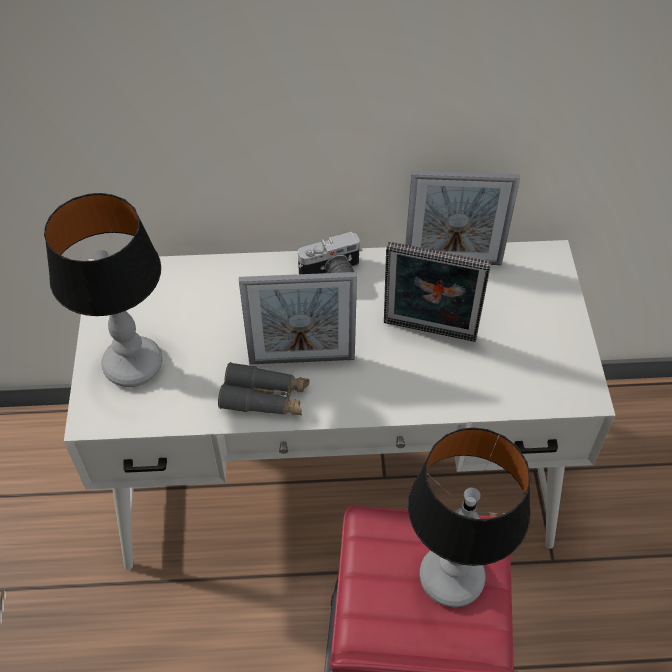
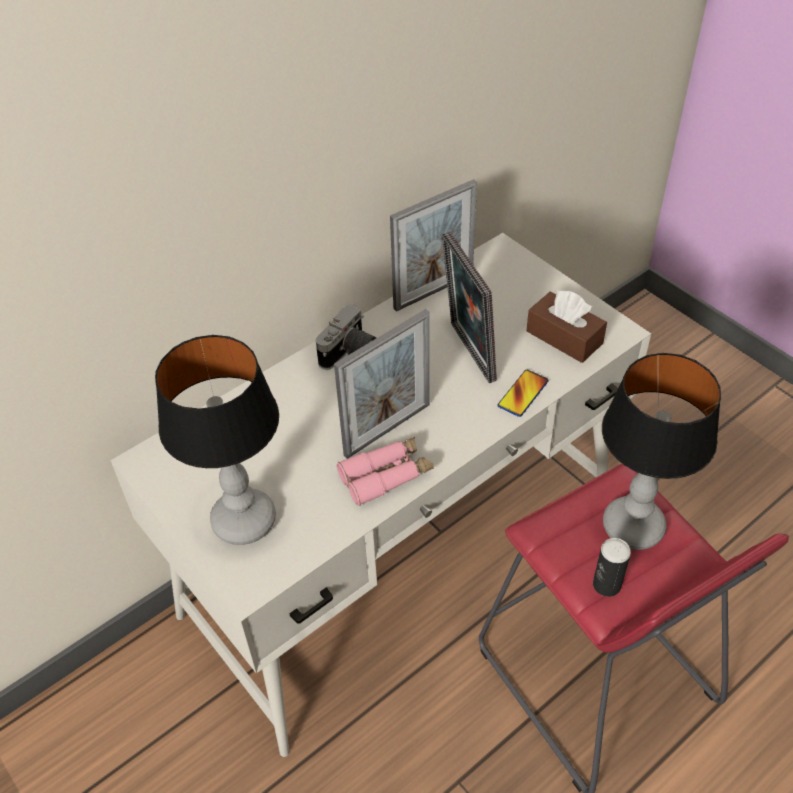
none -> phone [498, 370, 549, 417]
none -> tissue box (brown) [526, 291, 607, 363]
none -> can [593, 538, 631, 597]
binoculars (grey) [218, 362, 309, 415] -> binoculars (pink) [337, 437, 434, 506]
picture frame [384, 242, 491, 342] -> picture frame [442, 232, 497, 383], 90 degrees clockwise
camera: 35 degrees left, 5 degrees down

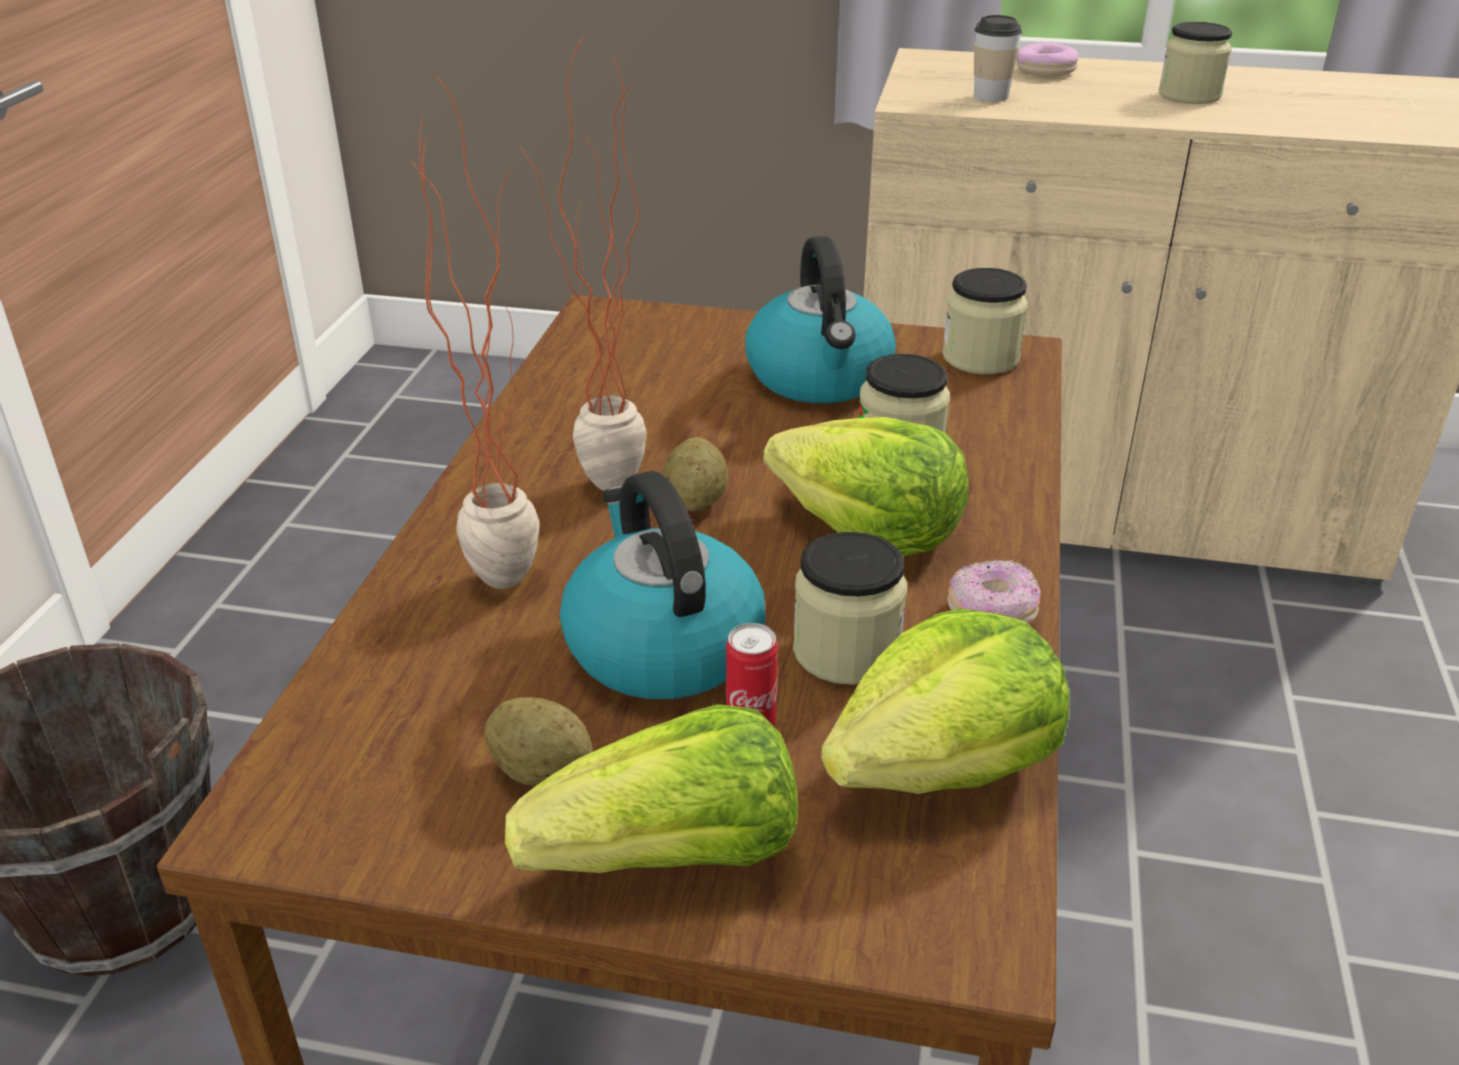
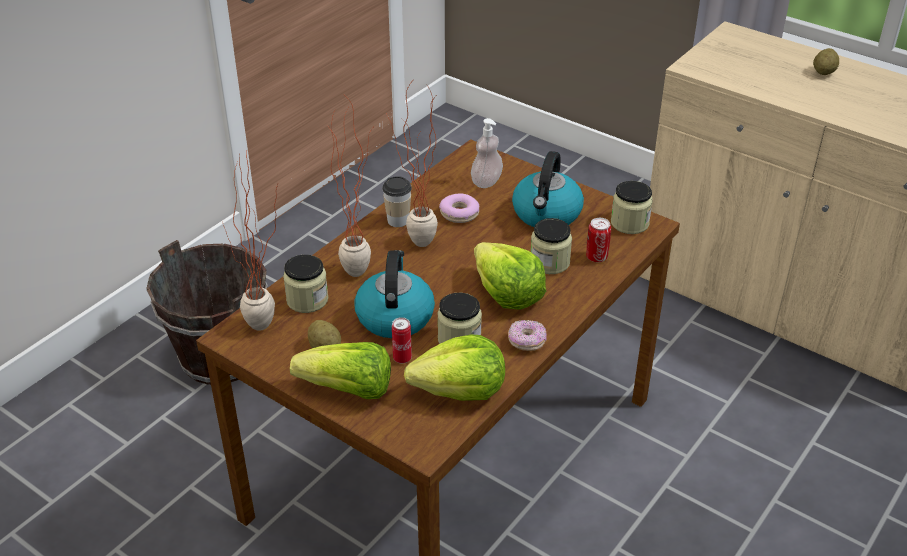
none -> potted plant [222, 152, 278, 331]
none -> soap dispenser [471, 118, 503, 188]
none -> can [586, 218, 611, 262]
potato [662, 437, 728, 511] -> potato [813, 48, 839, 75], shifted
cup [974, 15, 1022, 102] -> cup [382, 176, 412, 227], shifted
donut [1016, 42, 1079, 77] -> donut [439, 194, 479, 223], shifted
jar [1159, 22, 1232, 104] -> jar [283, 255, 328, 313], shifted
camera: 25 degrees right, 5 degrees up

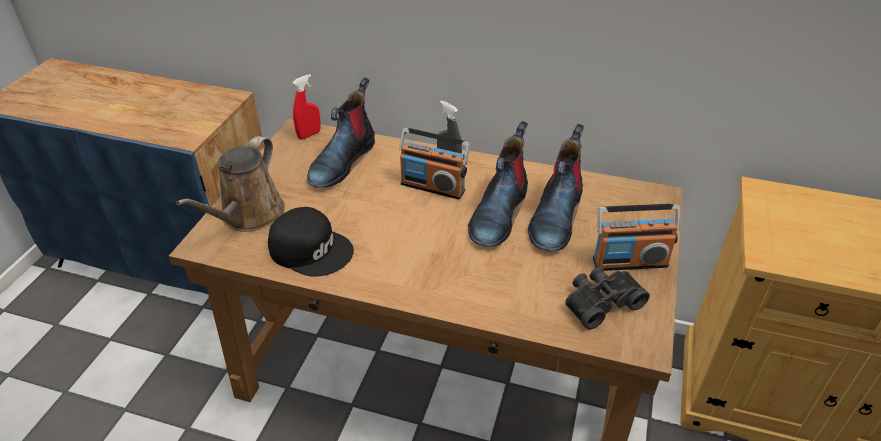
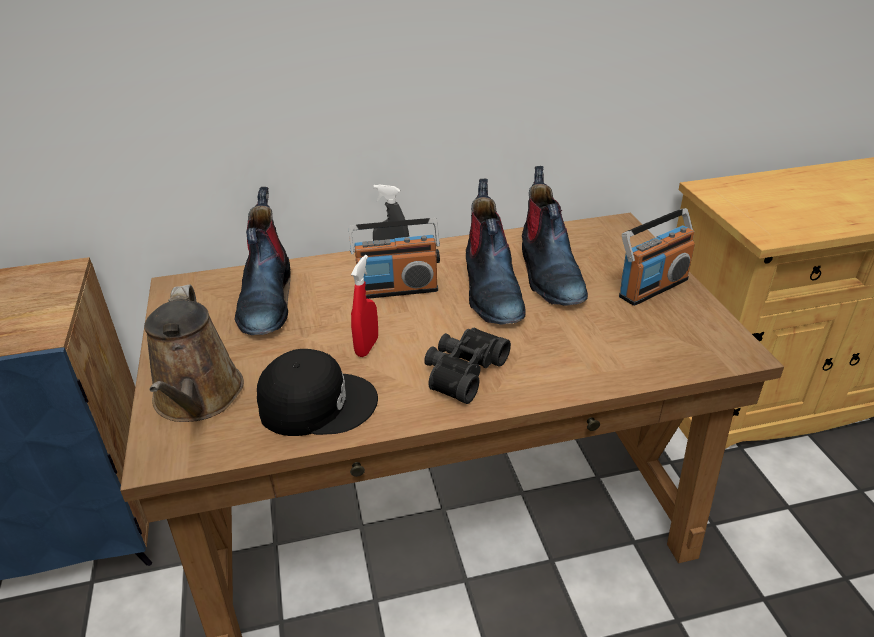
spray bottle (red) [293, 74, 321, 139] -> spray bottle (red) [351, 255, 378, 357], shifted
binoculars (black) [565, 267, 650, 330] -> binoculars (black) [424, 328, 511, 404], shifted
camera: 30 degrees left, 5 degrees down

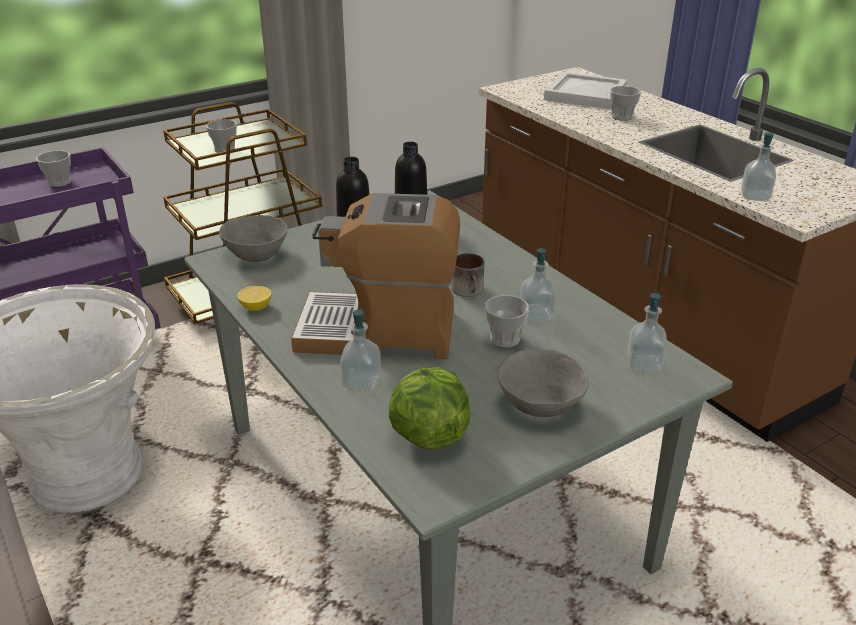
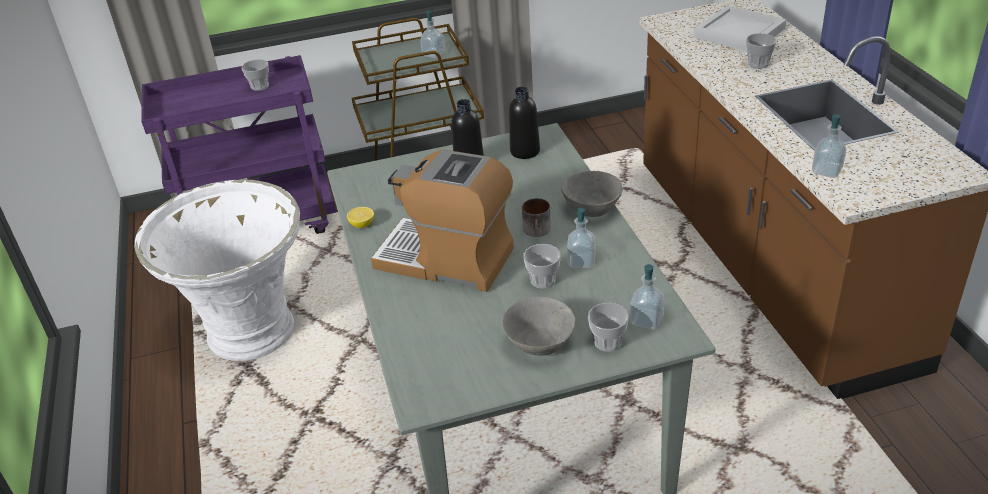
lettuce [389, 367, 471, 450] -> none
cup [206, 119, 237, 153] -> cup [588, 303, 629, 352], shifted
bowl (grey) [219, 215, 288, 262] -> bowl (grey) [562, 171, 623, 217], shifted
soap dispenser [340, 309, 381, 391] -> soap dispenser [420, 11, 445, 58], shifted
camera: 20 degrees right, 5 degrees up

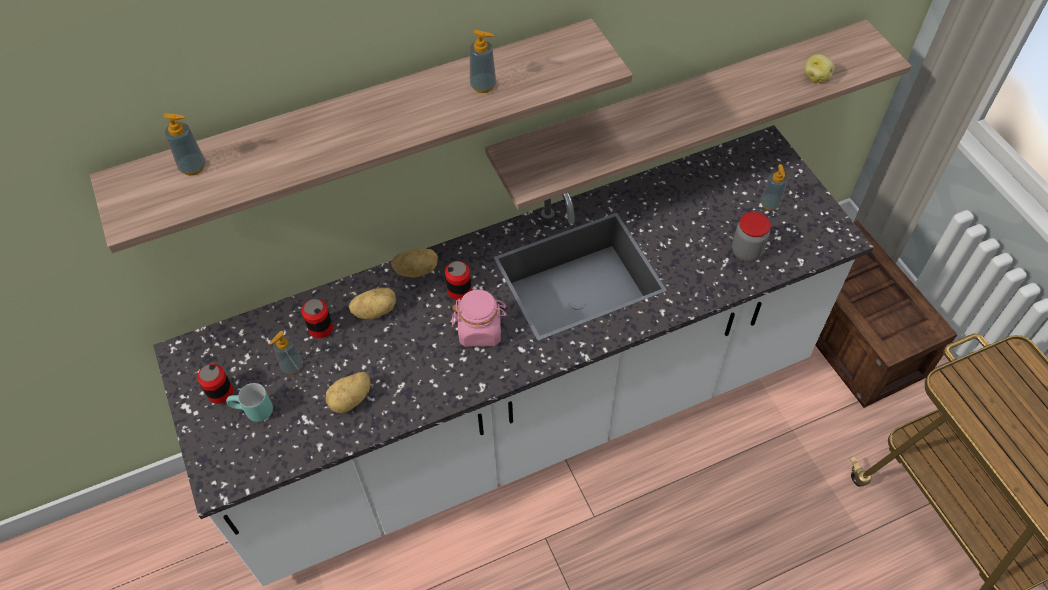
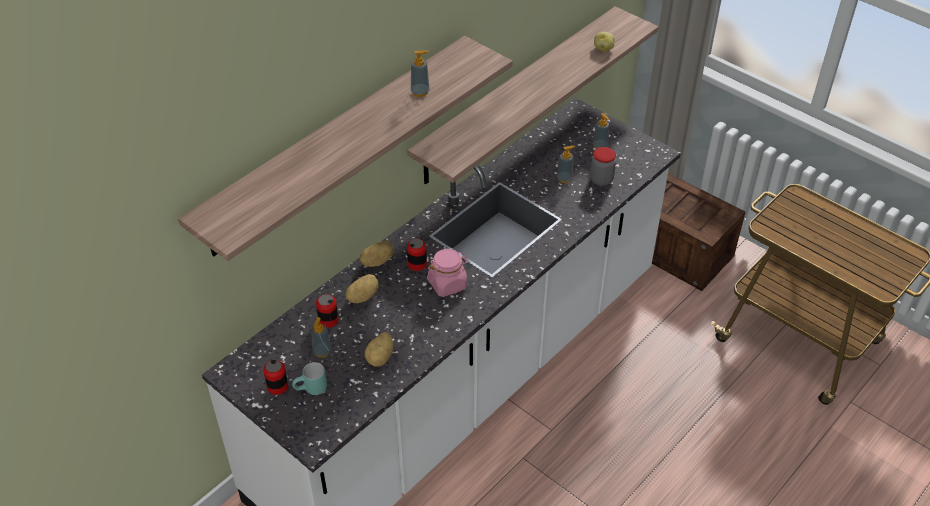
soap dispenser [163, 113, 206, 176] -> soap dispenser [557, 146, 576, 183], shifted
camera: 25 degrees left, 10 degrees down

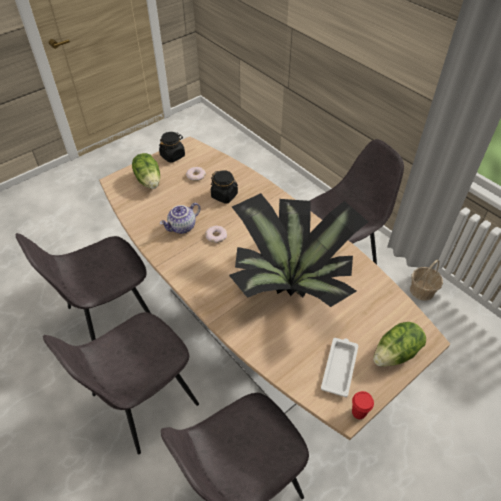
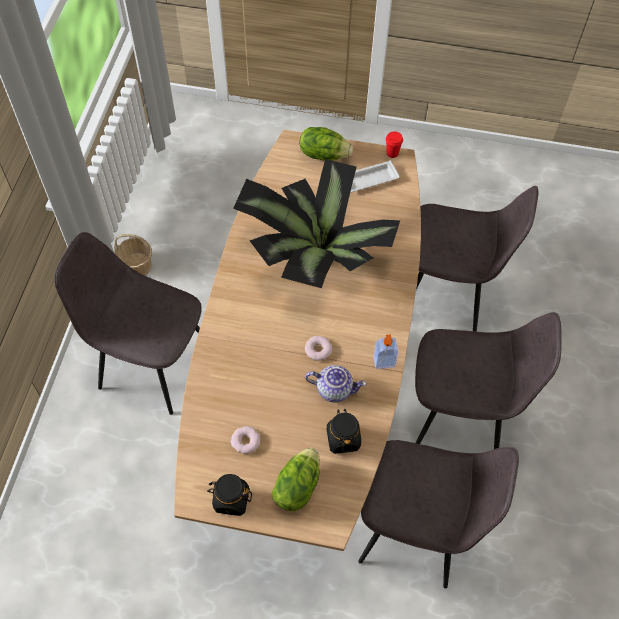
none -> soap dispenser [373, 335, 398, 369]
jar (black) [211, 170, 238, 204] -> jar (black) [327, 409, 361, 454], shifted
camera: 130 degrees left, 10 degrees up

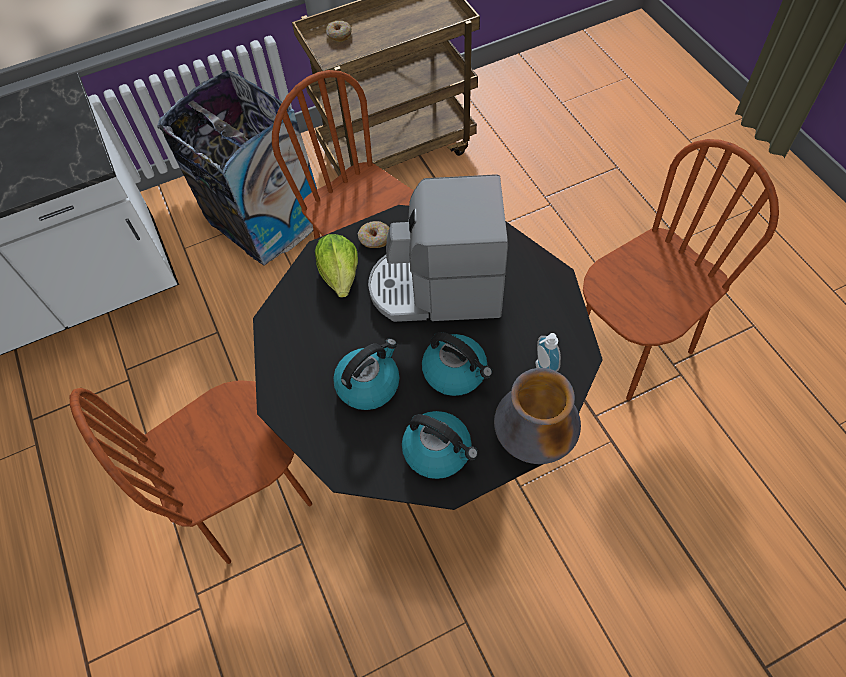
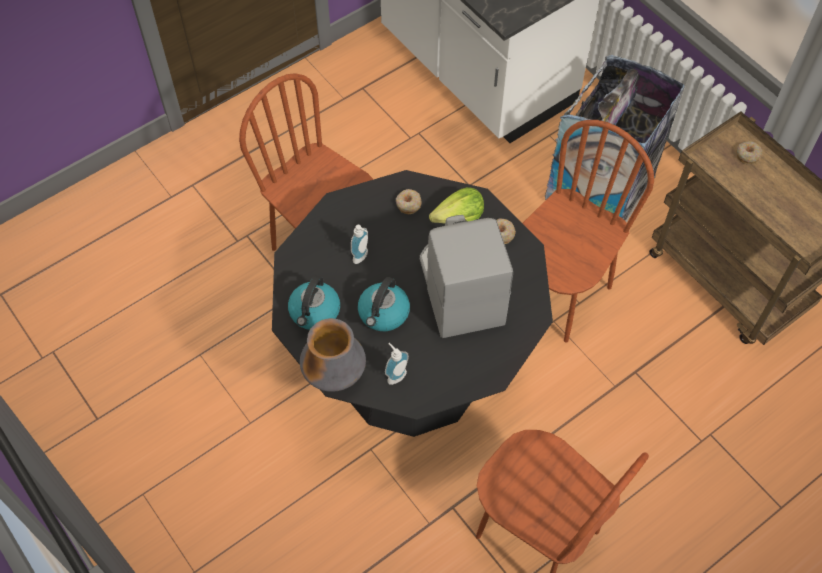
none -> donut [396, 189, 422, 214]
kettle [333, 338, 399, 410] -> soap dispenser [351, 225, 368, 264]
camera: 75 degrees right, 0 degrees up

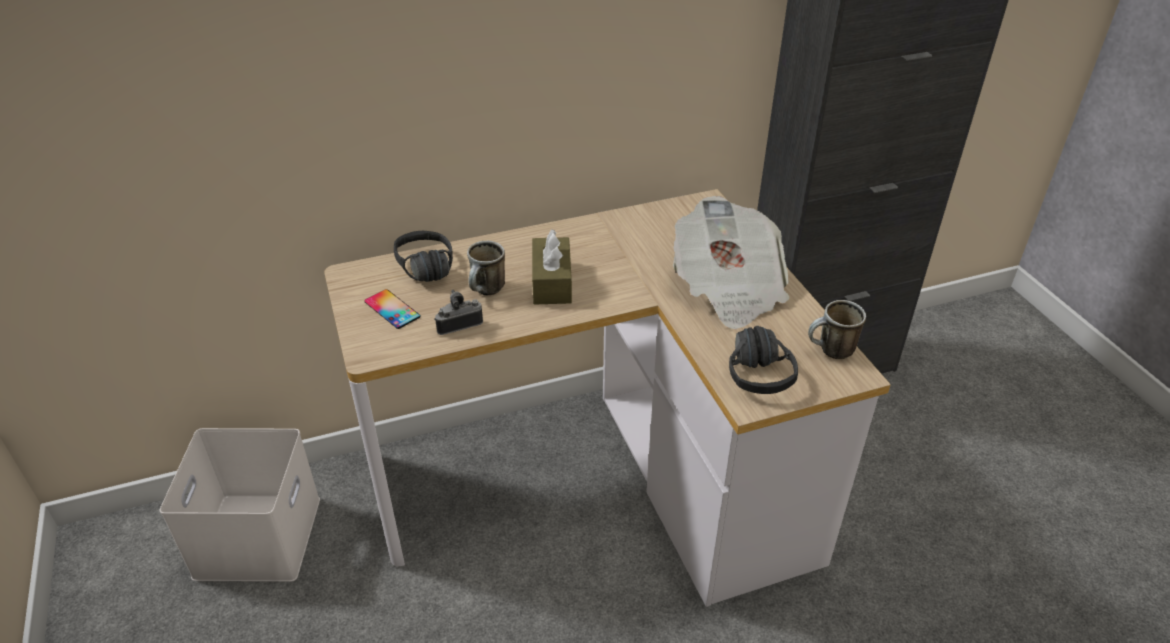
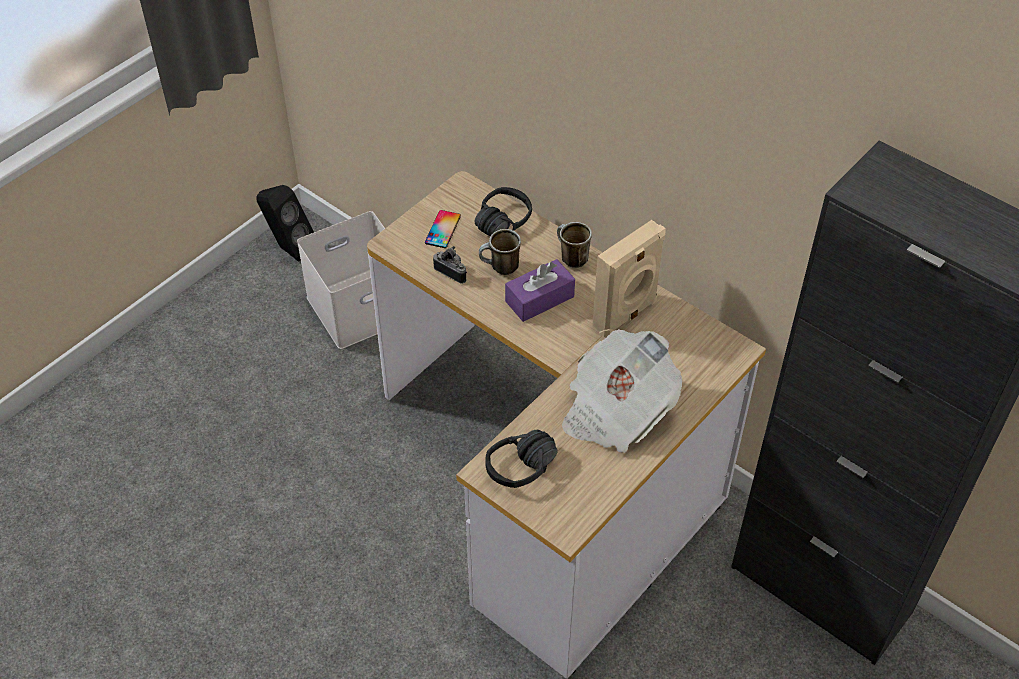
none -> speaker (black) [256, 185, 314, 261]
none -> speaker (beige) [592, 220, 666, 337]
mug [808, 300, 866, 359] -> mug [557, 222, 592, 268], shifted
tissue box (brown) [532, 229, 572, 305] -> tissue box (purple) [505, 259, 575, 322]
camera: 60 degrees right, 10 degrees up

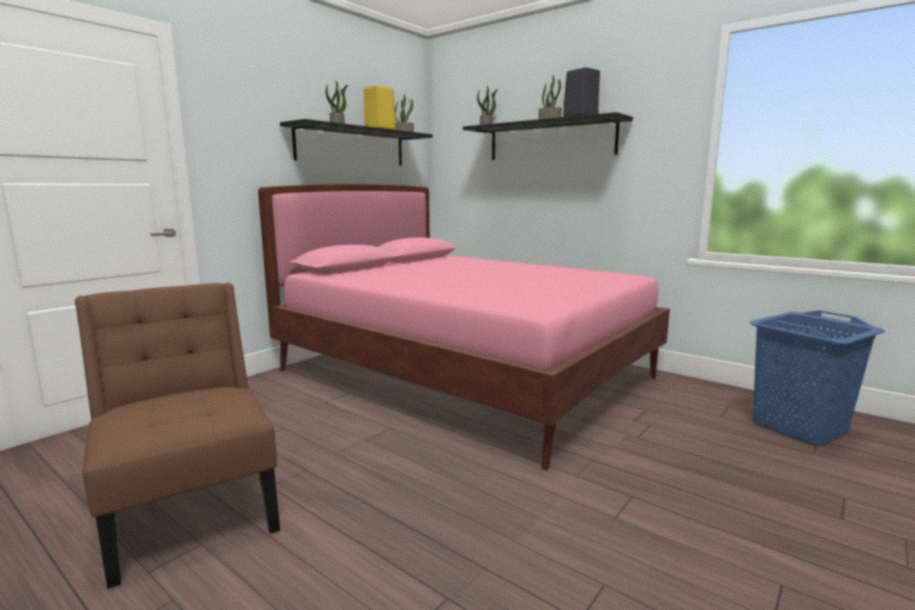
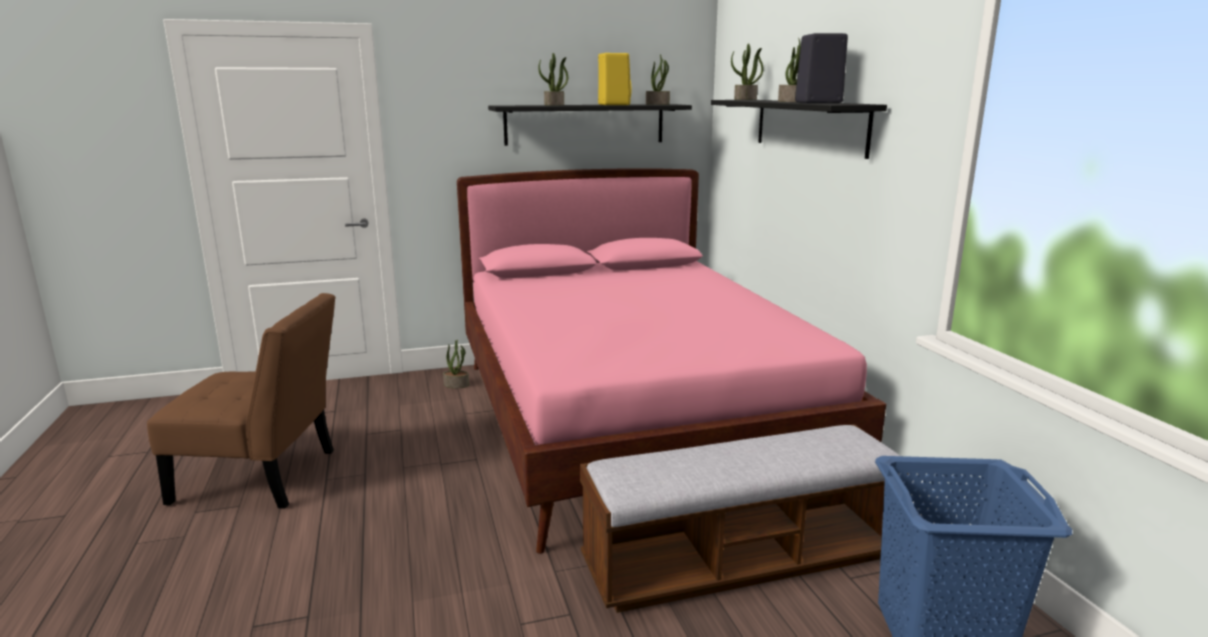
none -> potted plant [443, 340, 469, 388]
none -> bench [580, 424, 909, 613]
chair (brown) [75, 282, 280, 589] -> chair (brown) [147, 293, 336, 508], 90 degrees clockwise
camera: 35 degrees right, 5 degrees up

